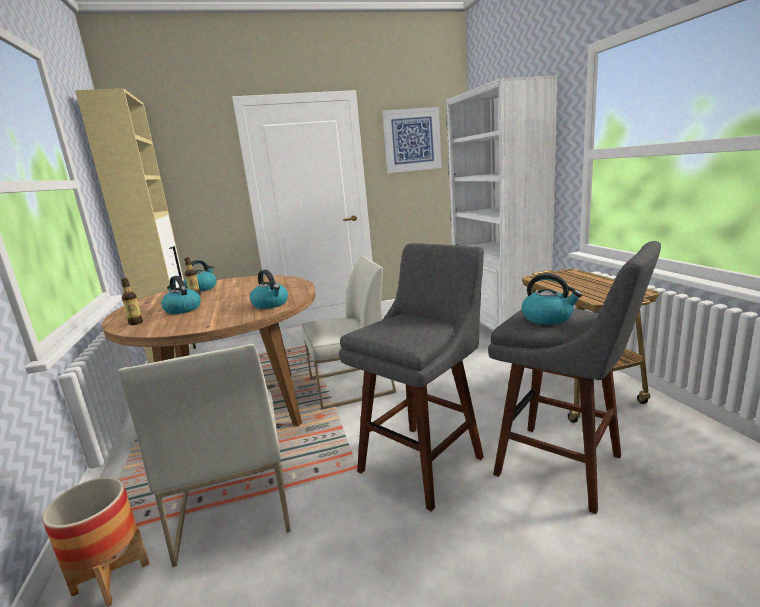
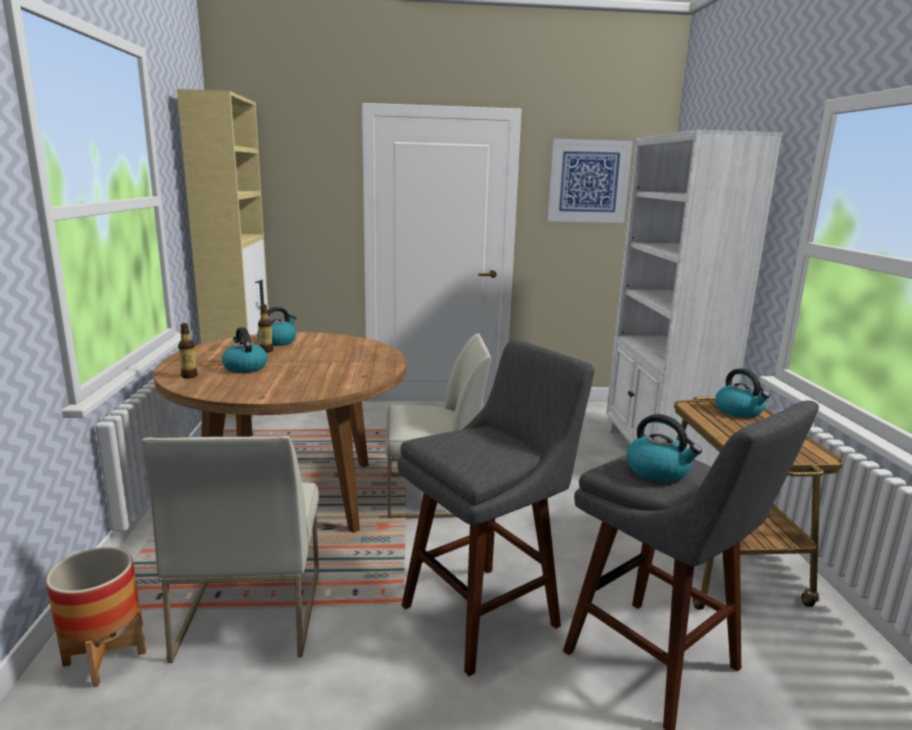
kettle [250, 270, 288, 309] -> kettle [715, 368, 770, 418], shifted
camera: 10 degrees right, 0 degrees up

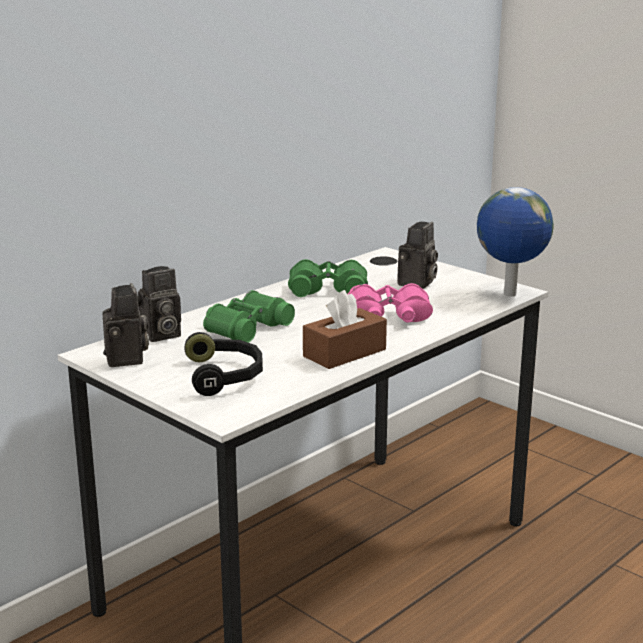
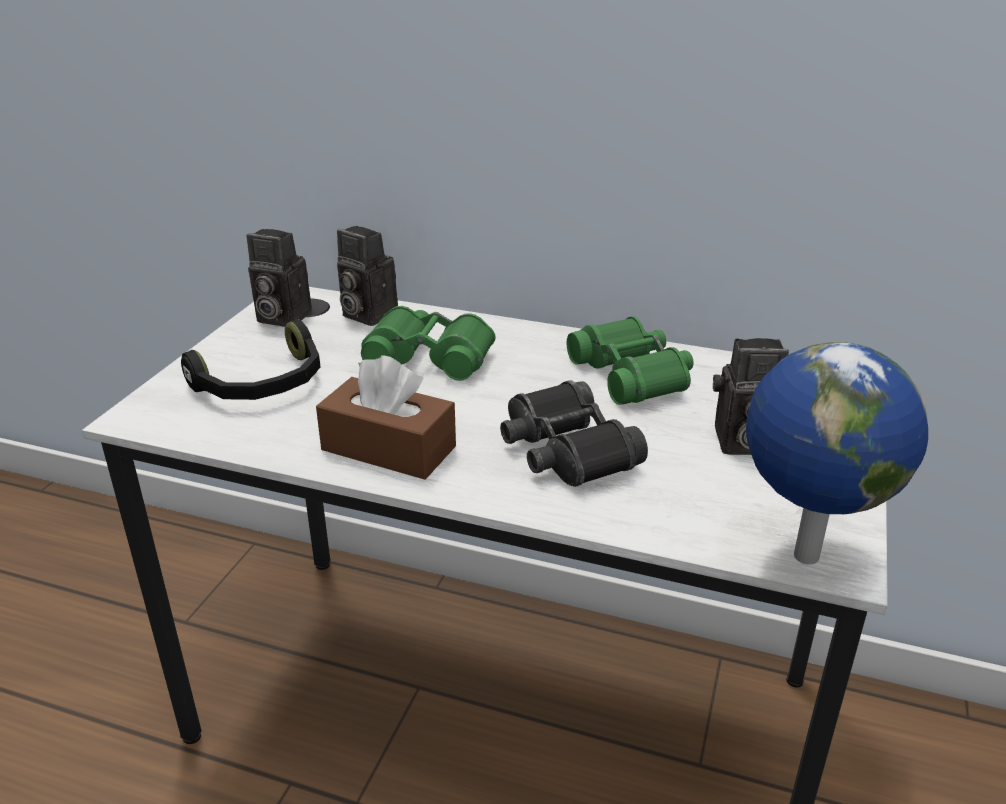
binoculars (pink) [348, 283, 433, 323] -> binoculars (black) [500, 380, 648, 487]
photo camera [102, 283, 149, 367] -> photo camera [247, 229, 312, 327], 60 degrees clockwise
camera: 65 degrees right, 10 degrees up

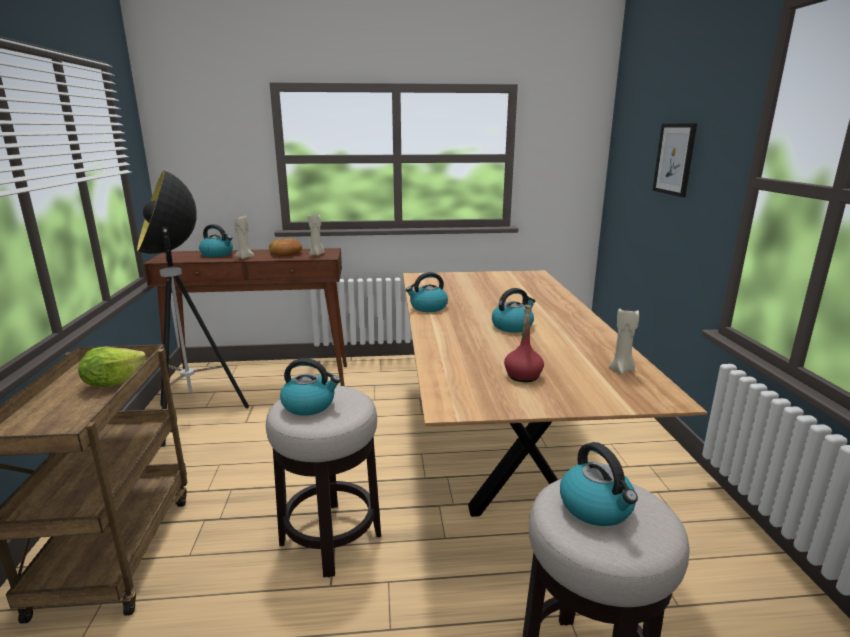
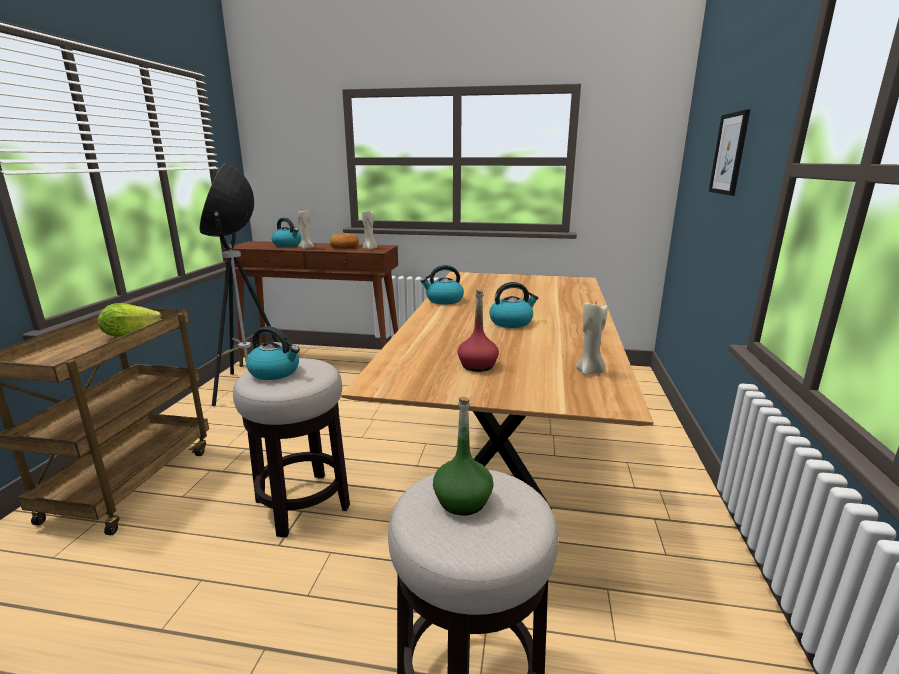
kettle [560, 442, 638, 526] -> bottle (green) [433, 397, 494, 516]
camera: 15 degrees right, 0 degrees up

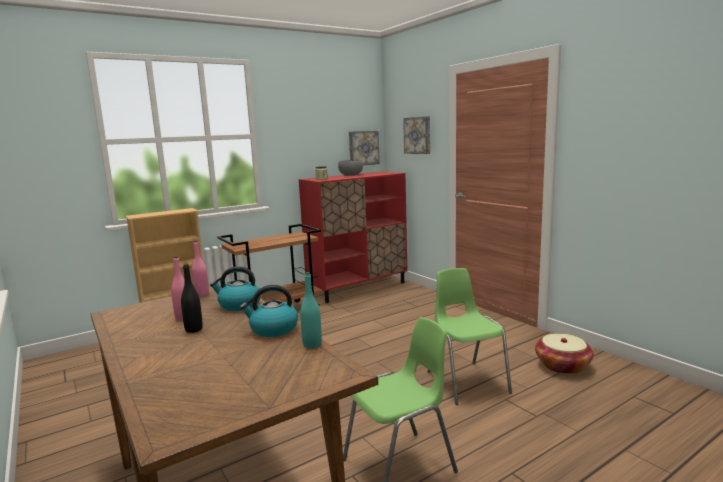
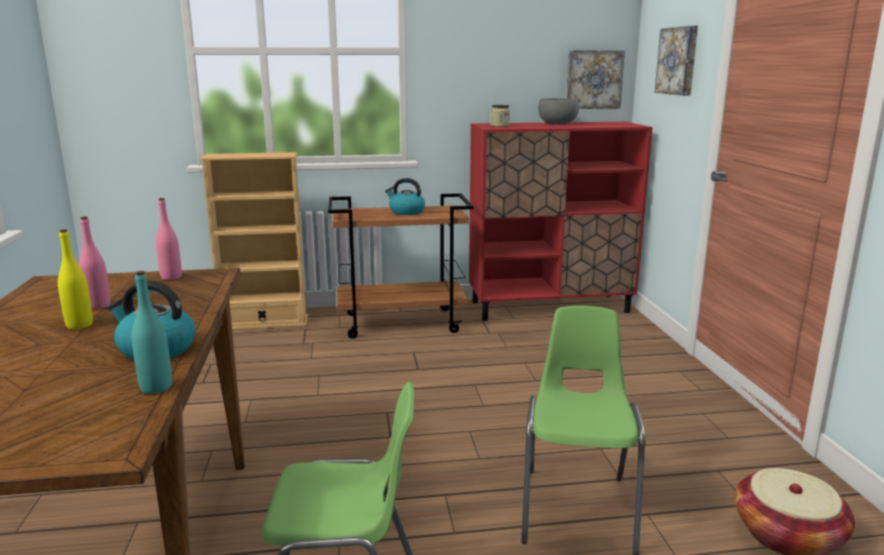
kettle [210, 266, 261, 311] -> kettle [385, 178, 425, 215], shifted
bottle (black) [181, 264, 203, 333] -> bottle (yellow) [58, 229, 93, 329]
camera: 25 degrees right, 5 degrees up

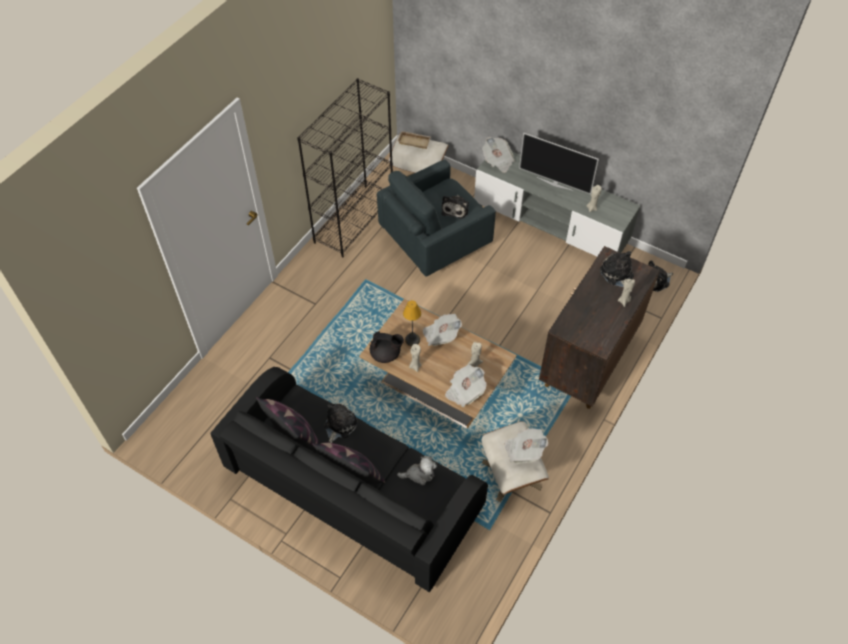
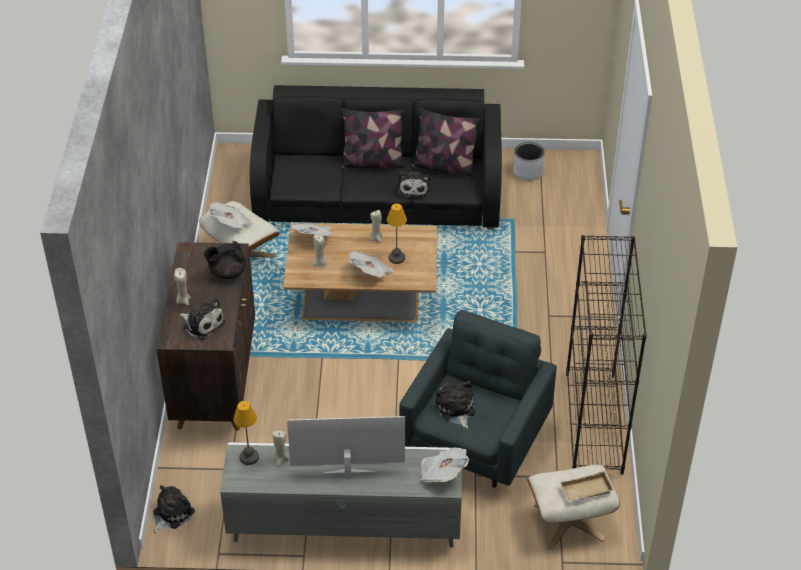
plush toy [397, 455, 437, 485] -> none
none -> table lamp [233, 401, 259, 465]
none -> planter (grey) [513, 142, 545, 181]
teapot (black) [370, 331, 404, 363] -> teapot (black) [204, 241, 246, 279], shifted
camera: 150 degrees right, 10 degrees down

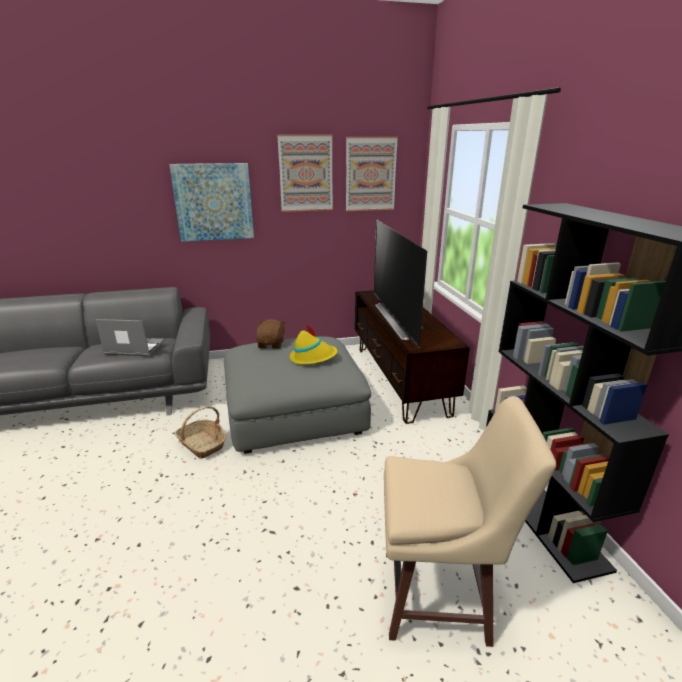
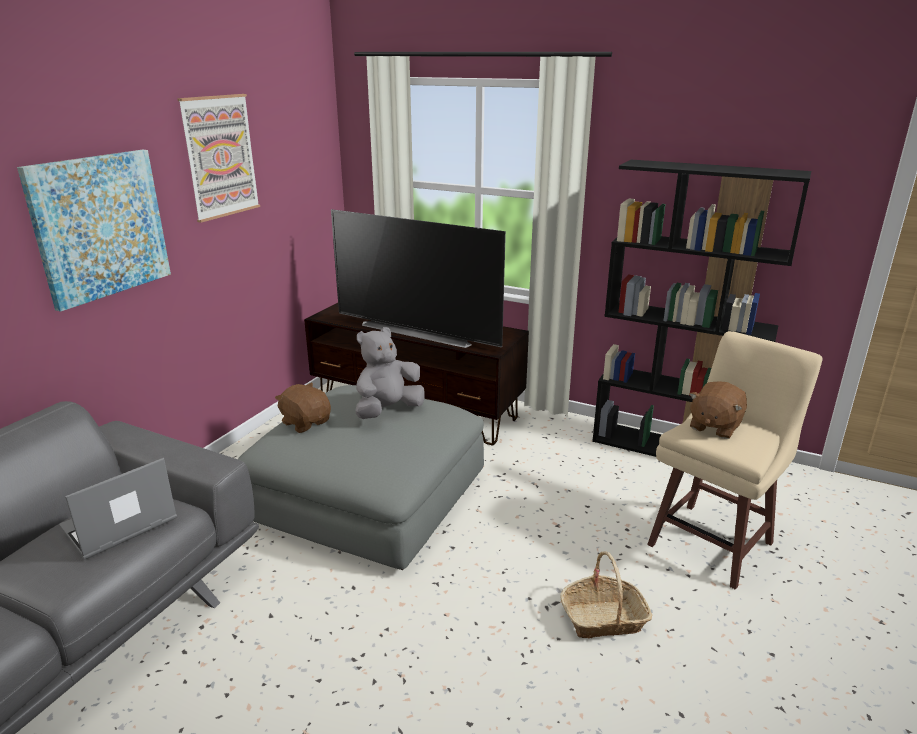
picture [346, 137, 398, 211] -> none
none -> plush toy (brown) [689, 381, 747, 439]
basket [175, 406, 226, 459] -> basket [560, 551, 652, 638], shifted
hat (yellow) [290, 323, 337, 364] -> plush toy (grey) [355, 327, 425, 419]
camera: 50 degrees left, 0 degrees up

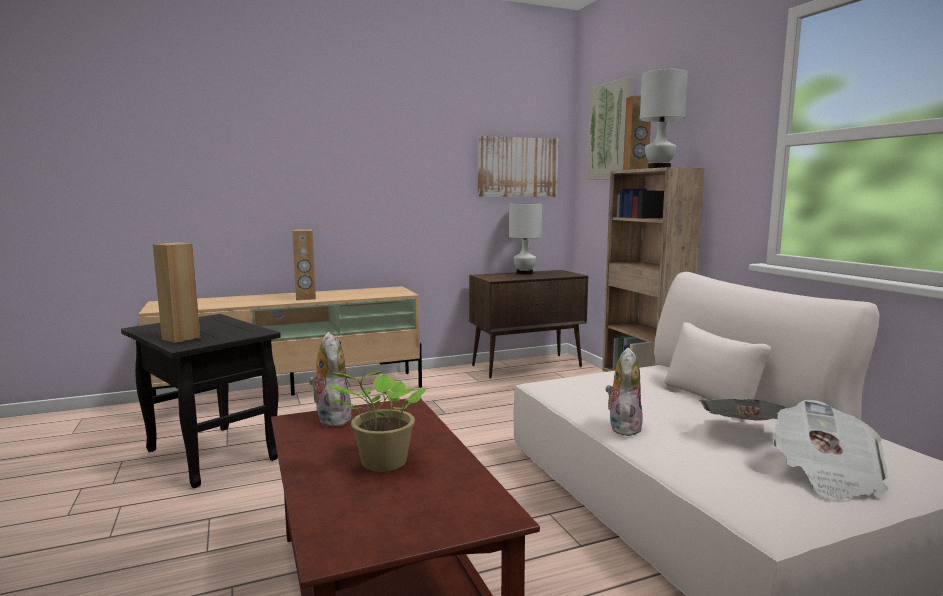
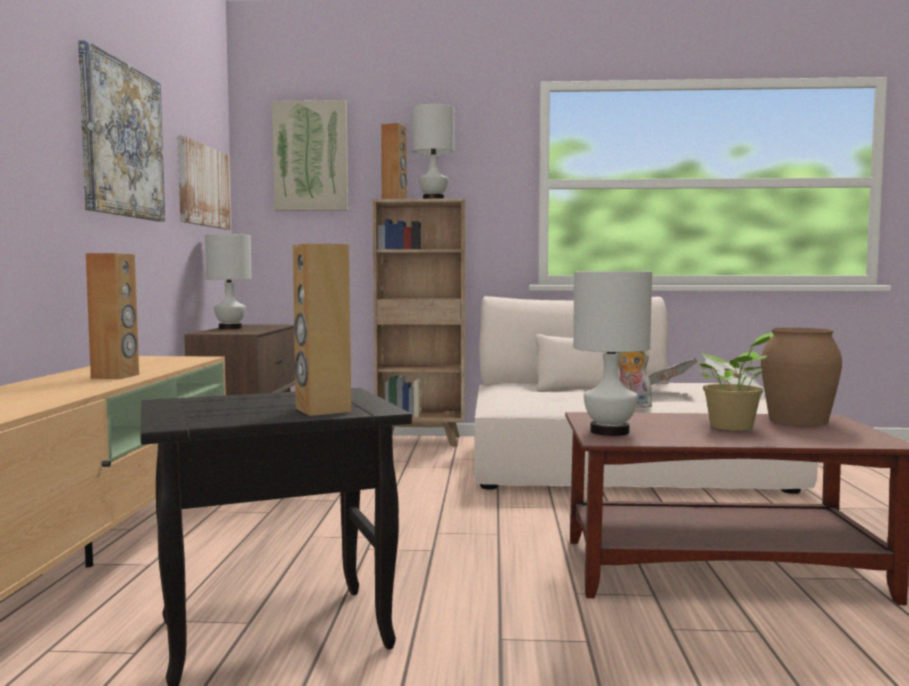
none -> picture [78, 40, 165, 222]
none -> vase (brown) [761, 328, 842, 426]
plush toy [309, 332, 352, 427] -> table lamp (white) [573, 271, 652, 436]
camera: 65 degrees left, 5 degrees down

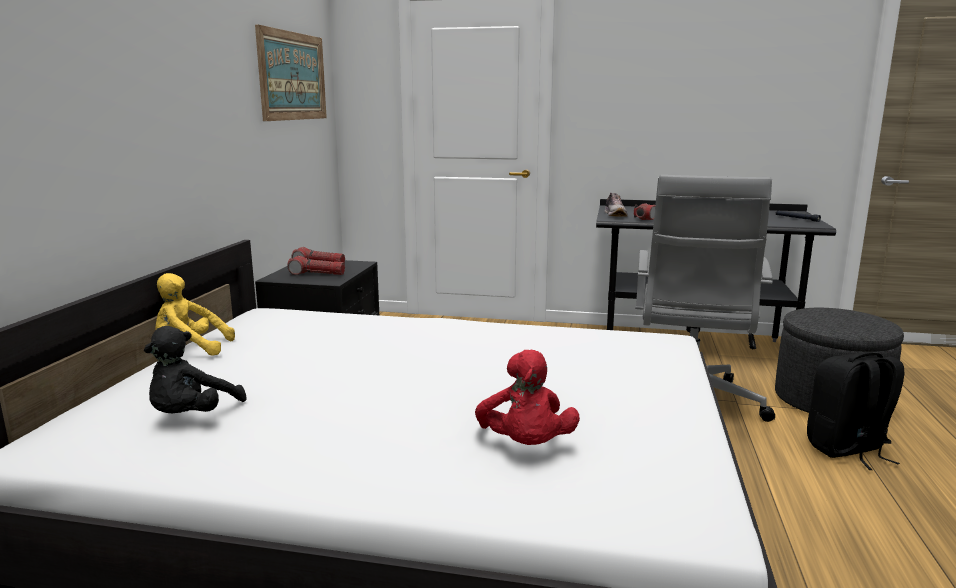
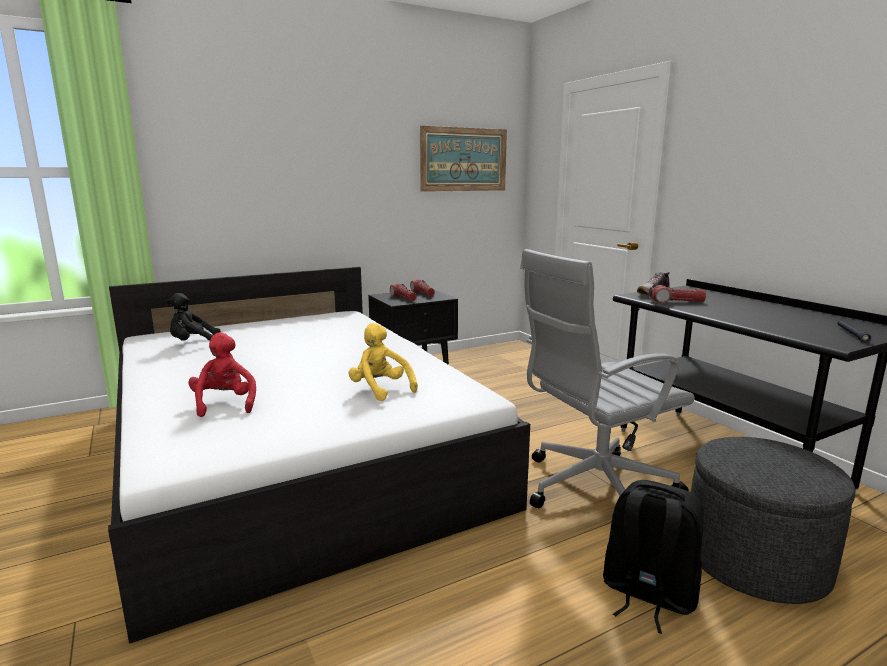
plush toy (yellow) [156, 273, 235, 356] -> plush toy (yellow) [349, 323, 418, 401], shifted
plush toy (red) [475, 350, 580, 445] -> plush toy (red) [188, 333, 256, 417], 120 degrees clockwise
camera: 50 degrees right, 0 degrees up

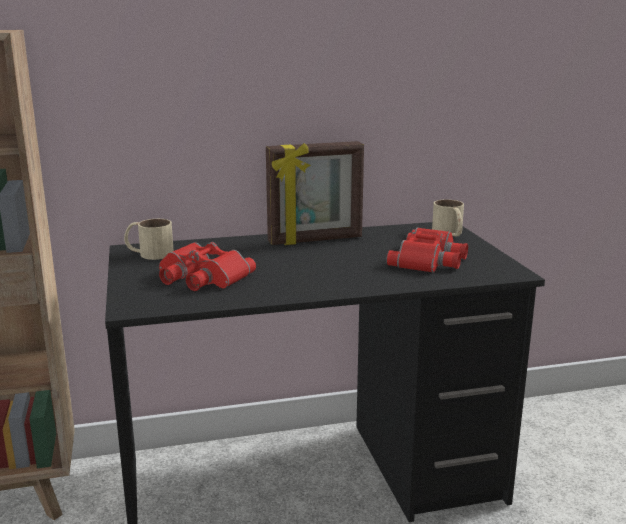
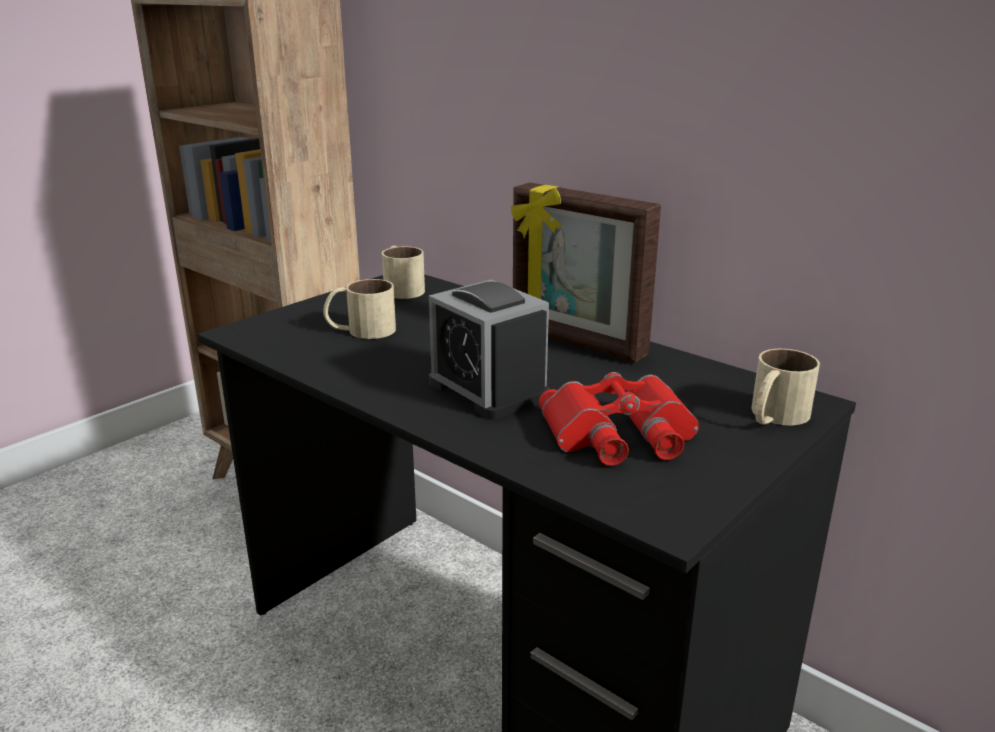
none -> alarm clock [429, 279, 550, 420]
binoculars (red) [159, 242, 256, 291] -> mug (beige) [323, 279, 396, 339]
camera: 55 degrees right, 5 degrees up

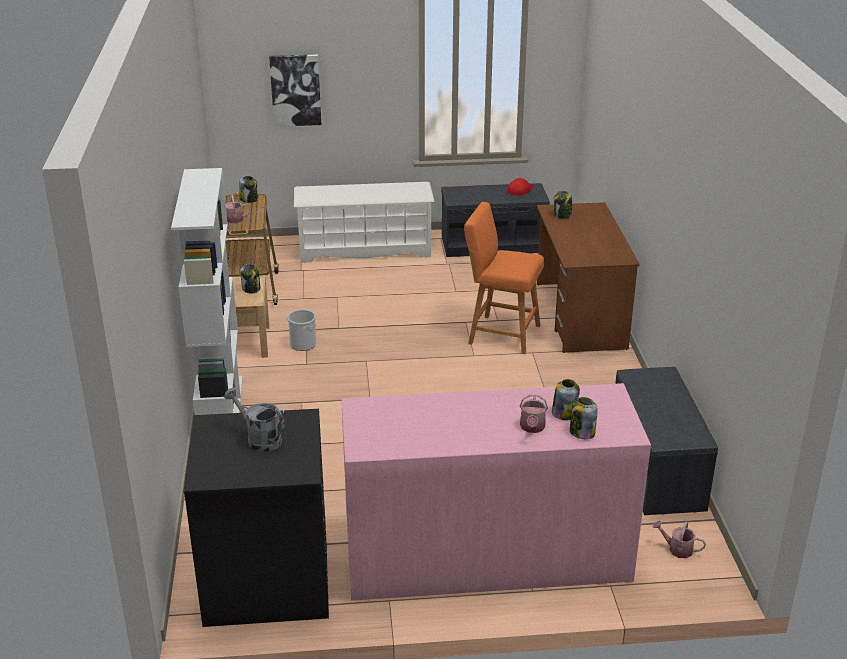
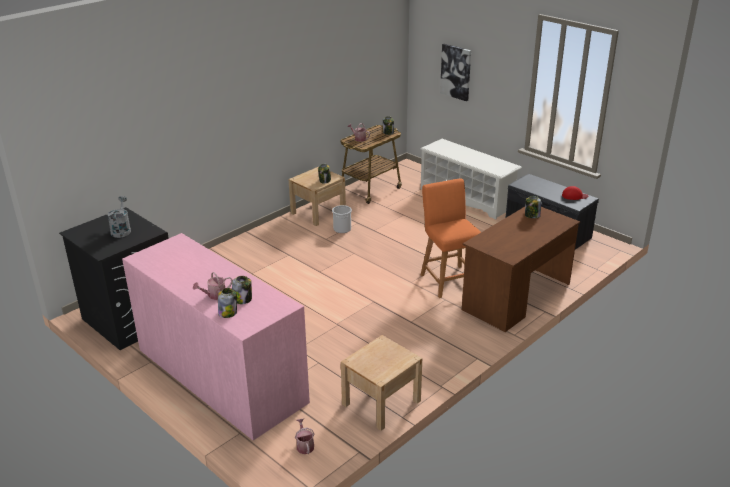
bookcase (white) [171, 168, 242, 415] -> none
bench (grey) [615, 367, 718, 515] -> nightstand (beige) [341, 335, 422, 431]
camera: 50 degrees right, 0 degrees up

